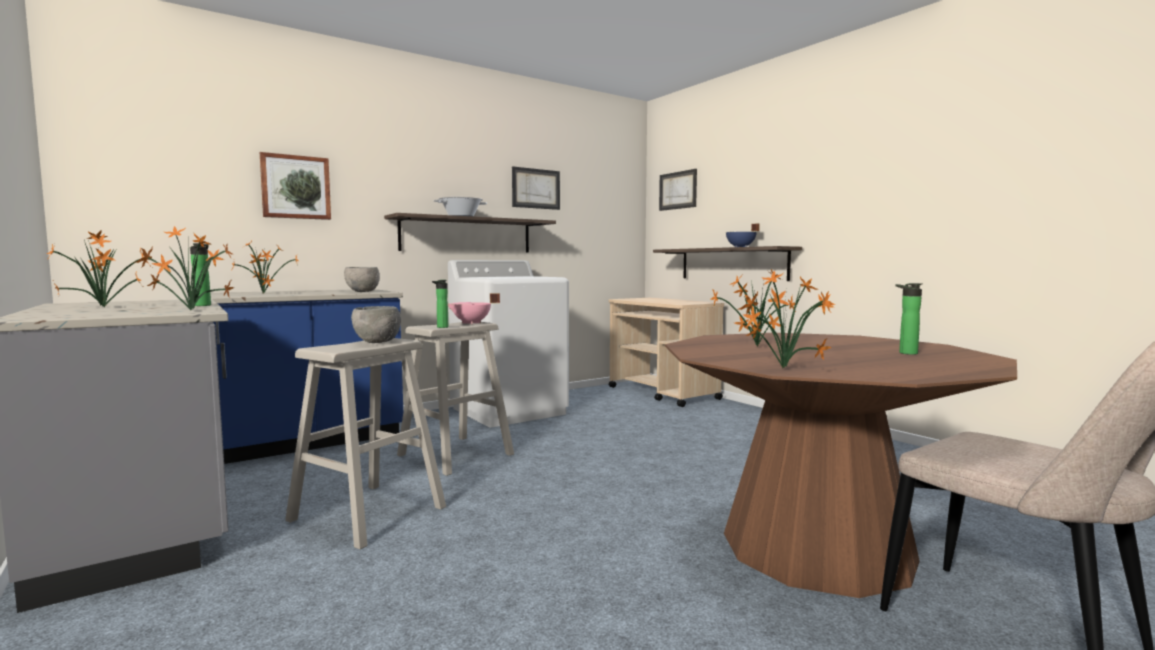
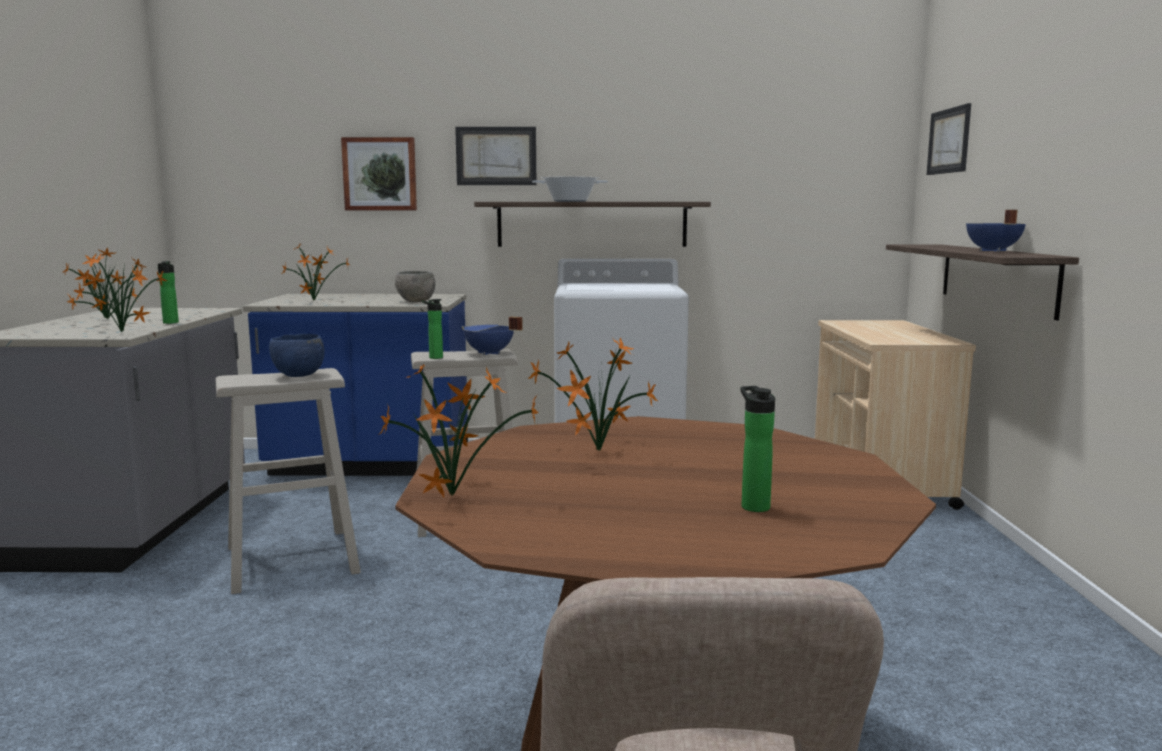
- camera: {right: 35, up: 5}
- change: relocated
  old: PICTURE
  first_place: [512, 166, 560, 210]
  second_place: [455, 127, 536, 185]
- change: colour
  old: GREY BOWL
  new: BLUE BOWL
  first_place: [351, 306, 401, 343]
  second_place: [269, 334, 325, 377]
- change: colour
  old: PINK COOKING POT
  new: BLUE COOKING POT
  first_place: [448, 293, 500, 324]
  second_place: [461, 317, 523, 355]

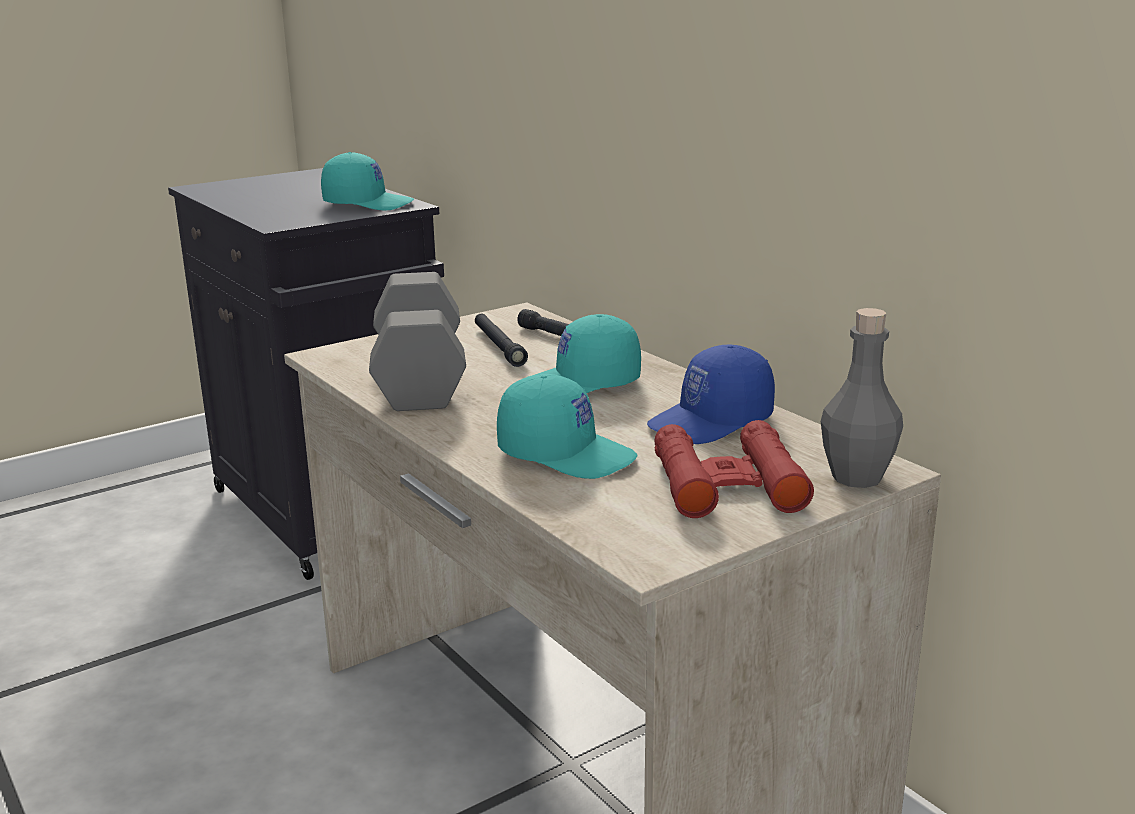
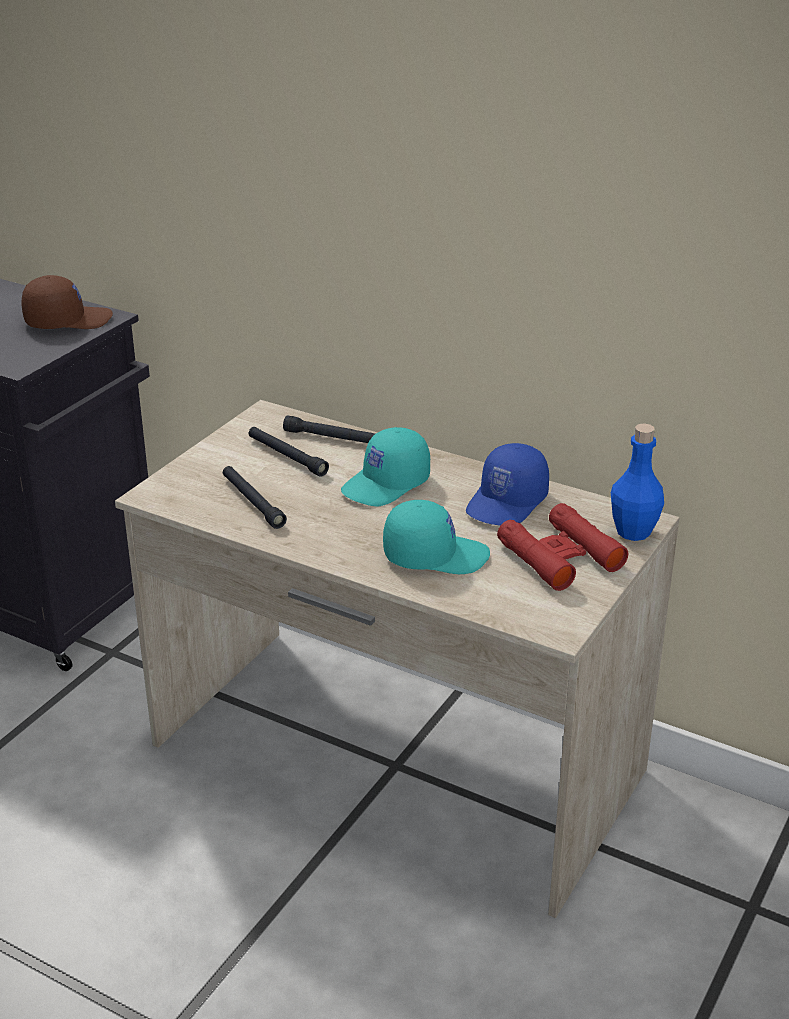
- camera: {right: -25, up: 10}
- change: exchanged
  old: GREY DUMBBELL
  new: BLACK FLASHLIGHT
  first_place: [369, 272, 466, 411]
  second_place: [223, 466, 287, 529]
- change: colour
  old: TURQUOISE CAP
  new: BROWN CAP
  first_place: [321, 152, 414, 210]
  second_place: [21, 275, 113, 329]
- change: colour
  old: GREY BOTTLE
  new: BLUE BOTTLE
  first_place: [821, 308, 903, 488]
  second_place: [611, 423, 664, 541]

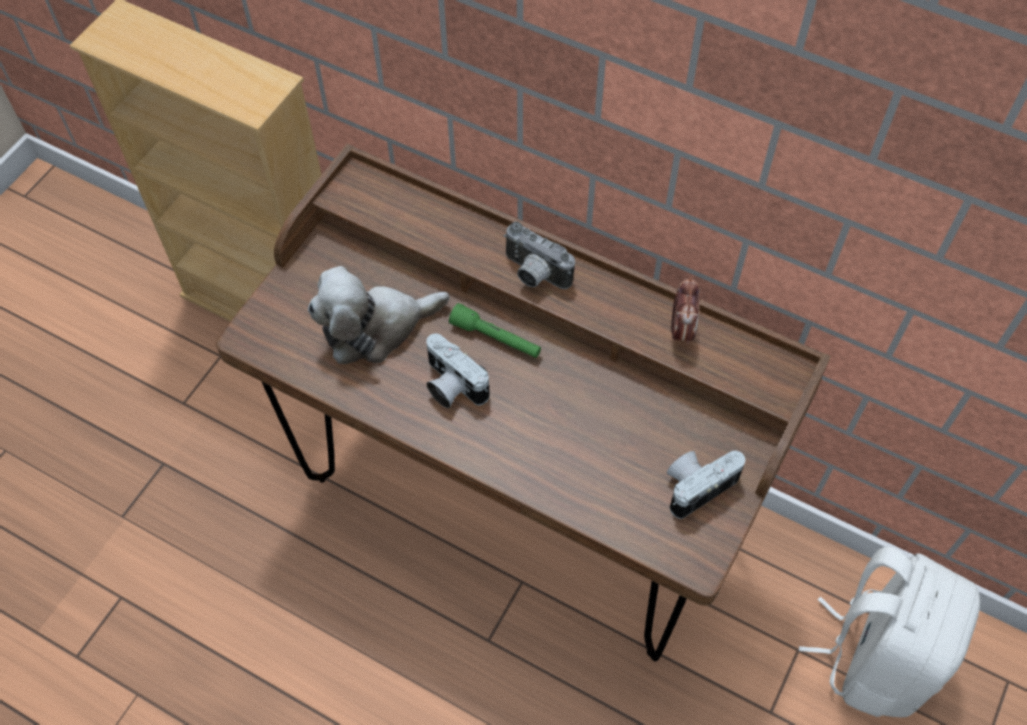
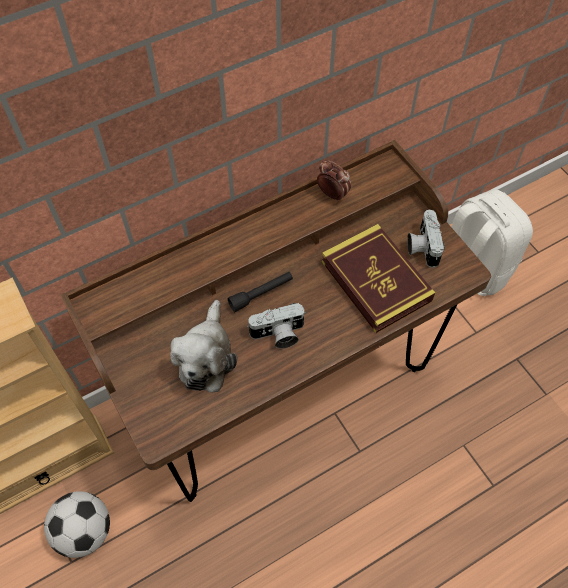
- camera: {right: -60, up: 0}
- change: missing
  old: PHOTO CAMERA
  first_place: [504, 221, 575, 289]
- change: appeared
  new: FOOTBALL
  second_place: [44, 491, 110, 558]
- change: appeared
  new: BOOK
  second_place: [321, 224, 435, 333]
- change: colour
  old: GREEN FLASHLIGHT
  new: BLACK FLASHLIGHT
  first_place: [449, 303, 541, 358]
  second_place: [227, 272, 293, 312]

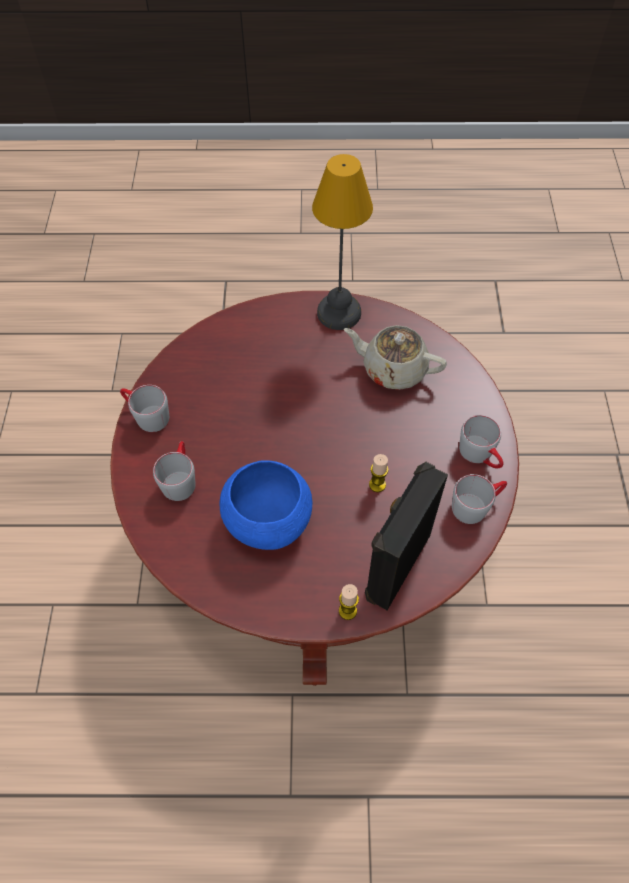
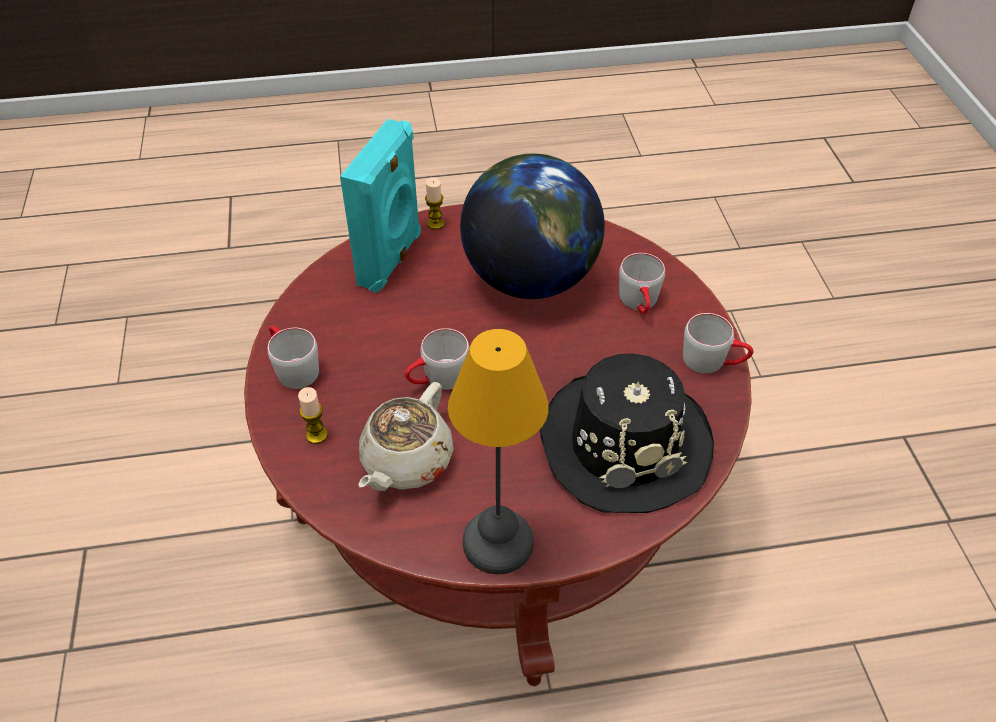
- camera: {right: 170, up: -10}
- change: appeared
  new: BLACK HAT
  second_place: [540, 353, 714, 513]
- change: relocated
  old: CANDLE
  first_place: [369, 454, 389, 492]
  second_place: [298, 387, 328, 444]
- change: relocated
  old: GREY MUG
  first_place: [452, 474, 507, 524]
  second_place: [405, 328, 470, 390]
- change: exchanged
  old: BLUE BOWL
  new: GLOBE
  first_place: [219, 460, 312, 550]
  second_place: [460, 153, 605, 299]
- change: colour
  old: BLACK SPEAKER
  new: TURQUOISE SPEAKER
  first_place: [365, 462, 448, 610]
  second_place: [340, 119, 421, 293]
- change: spun
  old: BEIGE TEAPOT
  first_place: [344, 325, 447, 390]
  second_place: [358, 382, 454, 491]
  degrees: 105

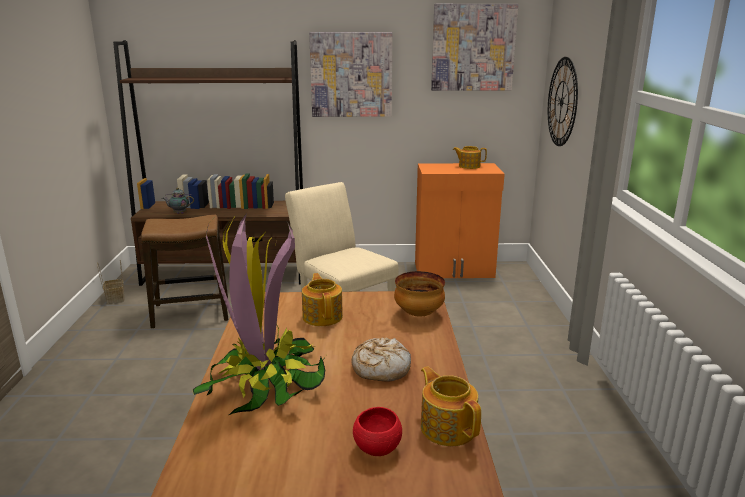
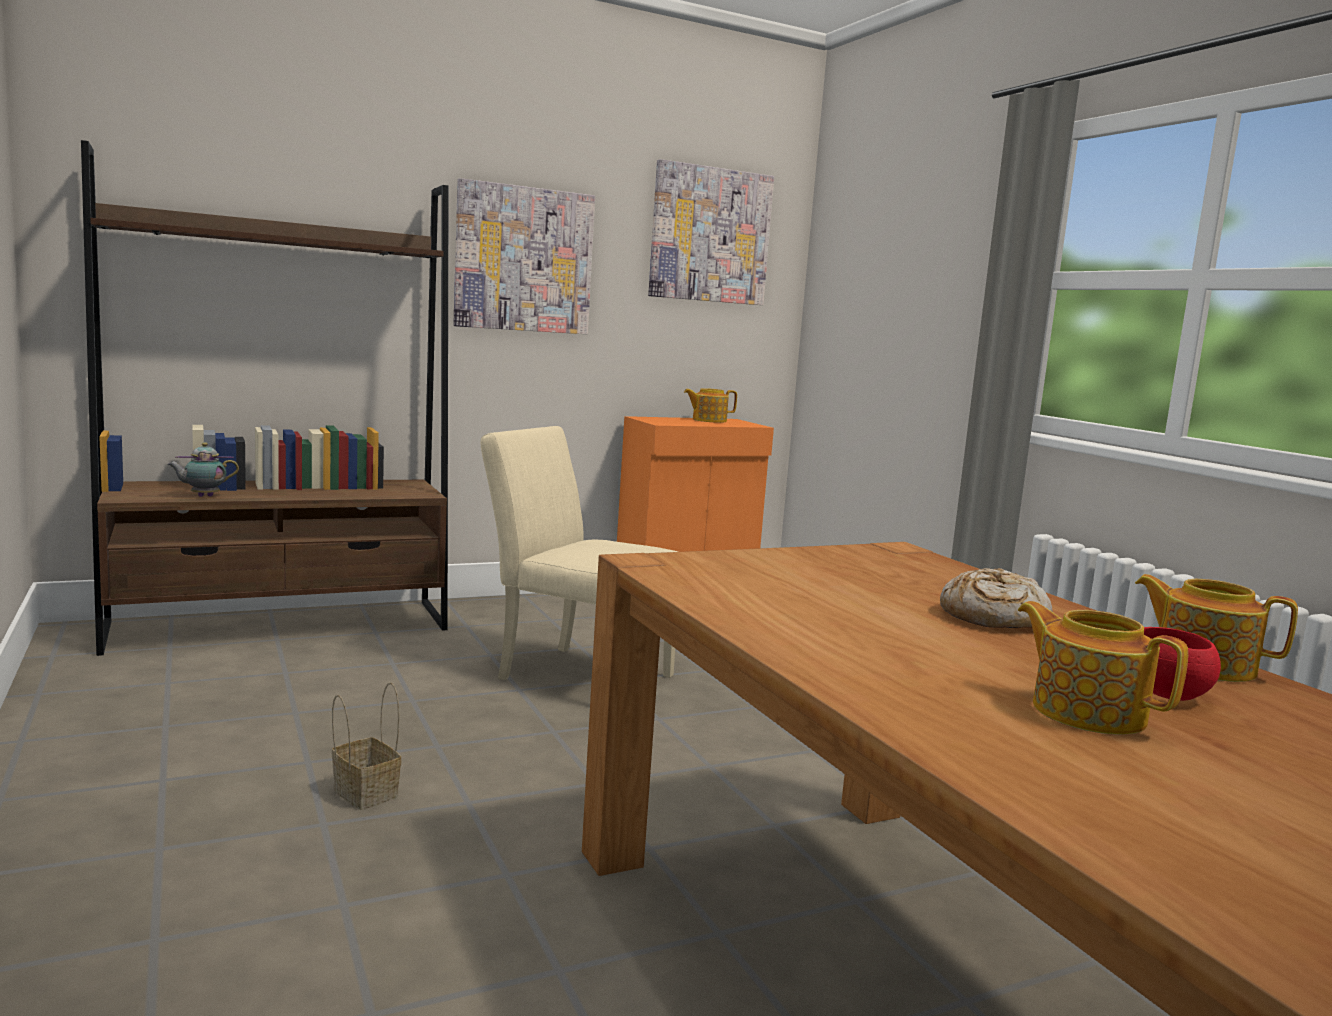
- camera: {right: -25, up: -10}
- change: missing
  old: STOOL
  first_place: [141, 215, 228, 329]
- change: missing
  old: POTTED PLANT
  first_place: [193, 213, 326, 415]
- change: missing
  old: BOWL
  first_place: [394, 271, 445, 317]
- change: missing
  old: WALL CLOCK
  first_place: [548, 57, 578, 146]
- change: relocated
  old: BASKET
  first_place: [97, 260, 124, 304]
  second_place: [332, 682, 401, 810]
- change: relocated
  old: TEAPOT
  first_place: [302, 273, 343, 326]
  second_place: [1018, 601, 1188, 735]

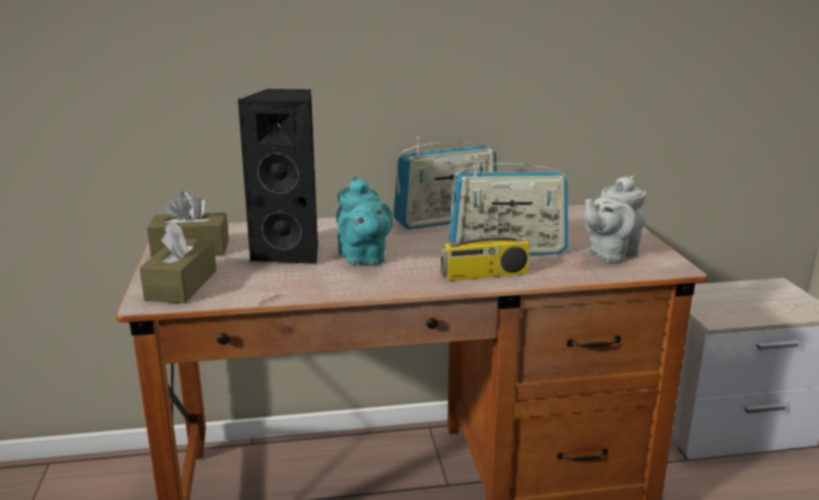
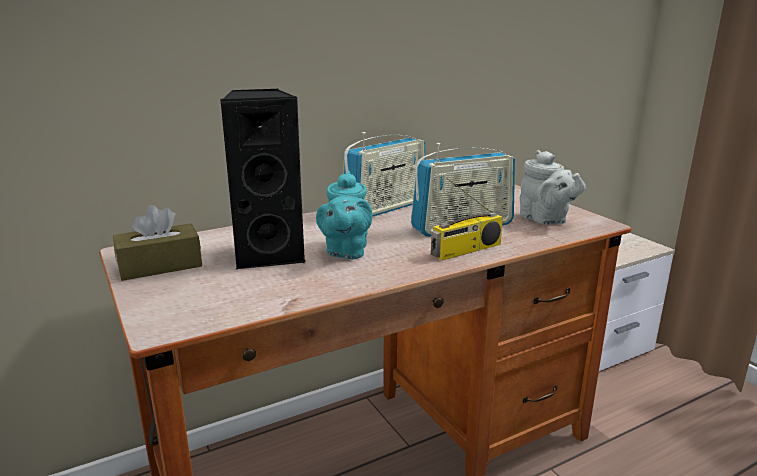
- camera: {right: -20, up: 0}
- change: missing
  old: BROWN TISSUE BOX
  first_place: [140, 220, 217, 303]
- change: spun
  old: TURQUOISE TEAPOT
  first_place: [336, 177, 393, 265]
  second_place: [316, 171, 373, 259]
  degrees: 45
- change: spun
  old: GREY TEAPOT
  first_place: [584, 176, 647, 263]
  second_place: [519, 150, 585, 225]
  degrees: -60

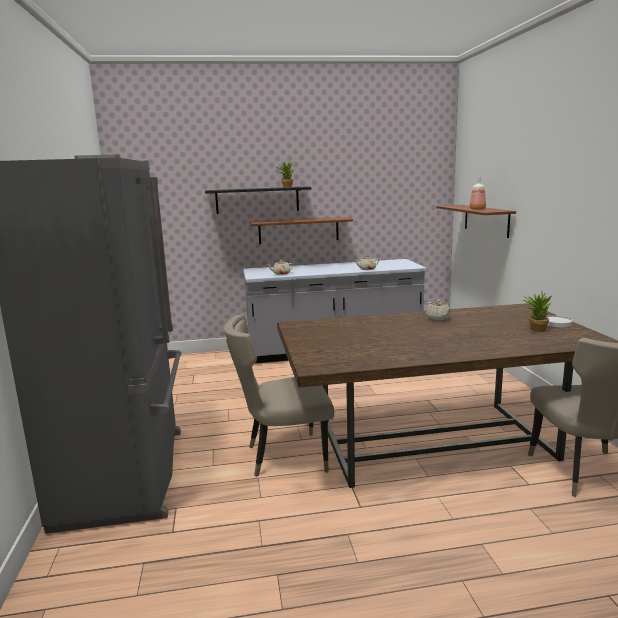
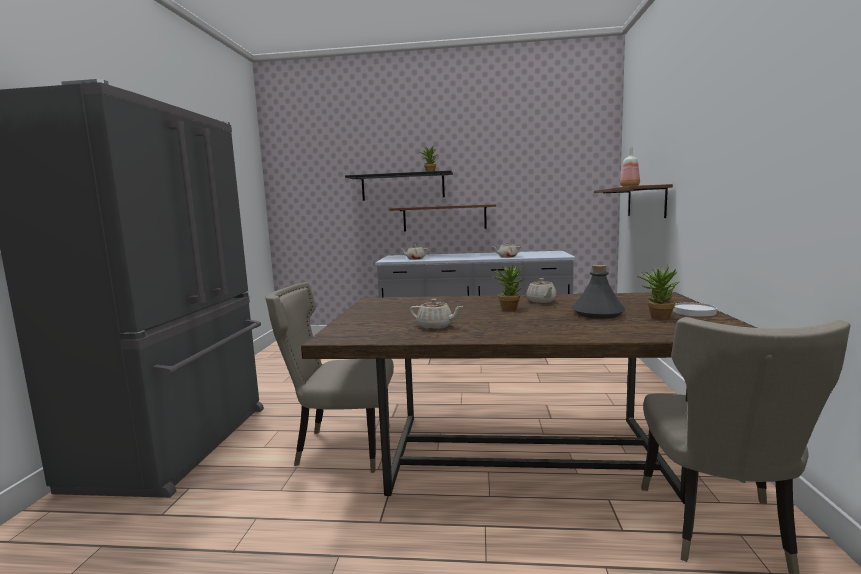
- camera: {right: 15, up: -5}
- change: appeared
  new: BEIGE TEAPOT
  second_place: [410, 299, 463, 329]
- change: appeared
  new: POTTED PLANT
  second_place: [493, 263, 525, 310]
- change: appeared
  new: GREY BOTTLE
  second_place: [572, 265, 625, 319]

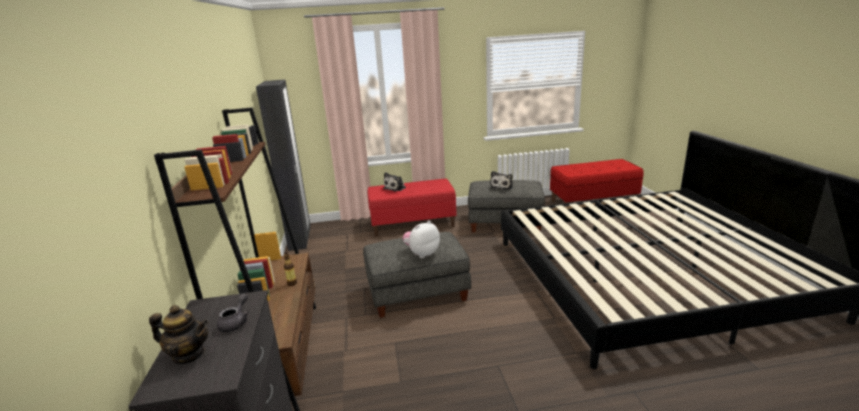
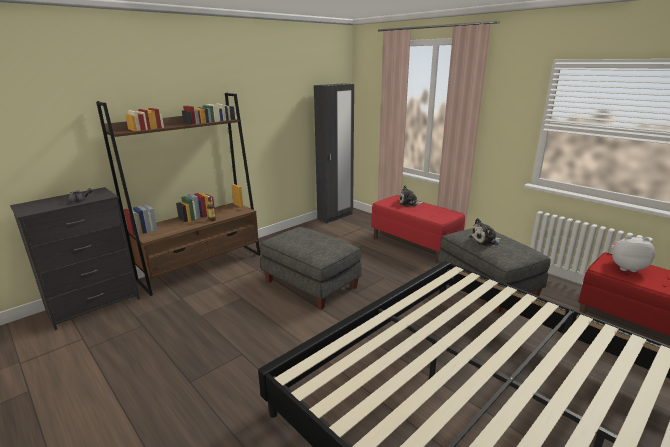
- camera: {right: 55, up: 0}
- change: missing
  old: TEAPOT
  first_place: [149, 305, 209, 364]
- change: relocated
  old: PLUSH TOY
  first_place: [403, 220, 440, 258]
  second_place: [611, 236, 655, 272]

